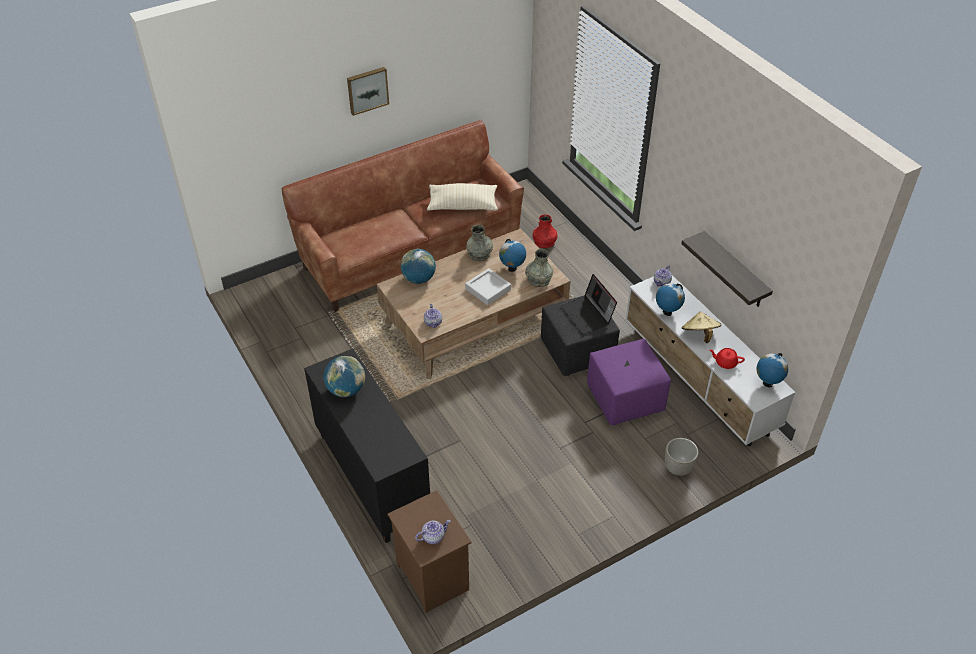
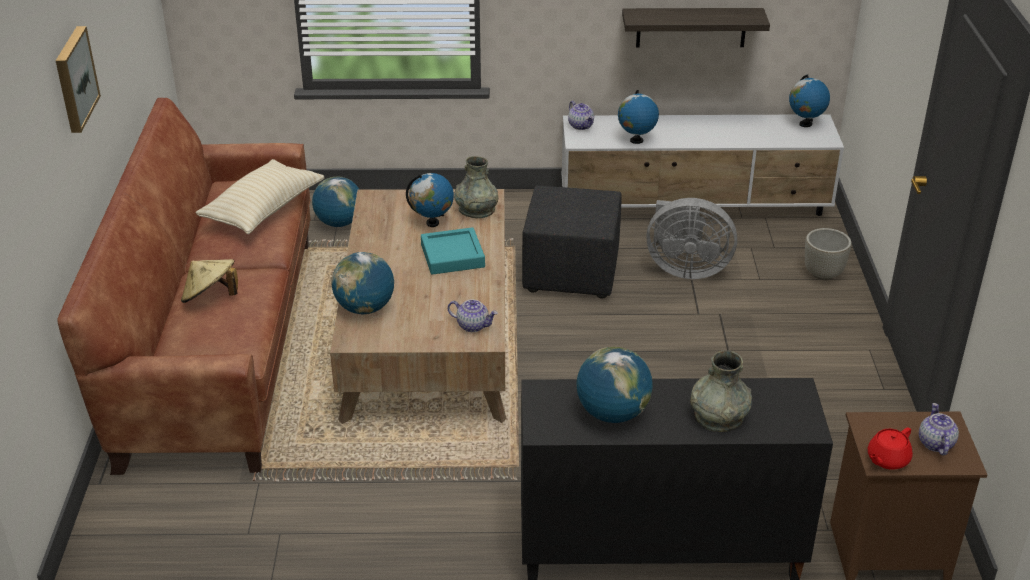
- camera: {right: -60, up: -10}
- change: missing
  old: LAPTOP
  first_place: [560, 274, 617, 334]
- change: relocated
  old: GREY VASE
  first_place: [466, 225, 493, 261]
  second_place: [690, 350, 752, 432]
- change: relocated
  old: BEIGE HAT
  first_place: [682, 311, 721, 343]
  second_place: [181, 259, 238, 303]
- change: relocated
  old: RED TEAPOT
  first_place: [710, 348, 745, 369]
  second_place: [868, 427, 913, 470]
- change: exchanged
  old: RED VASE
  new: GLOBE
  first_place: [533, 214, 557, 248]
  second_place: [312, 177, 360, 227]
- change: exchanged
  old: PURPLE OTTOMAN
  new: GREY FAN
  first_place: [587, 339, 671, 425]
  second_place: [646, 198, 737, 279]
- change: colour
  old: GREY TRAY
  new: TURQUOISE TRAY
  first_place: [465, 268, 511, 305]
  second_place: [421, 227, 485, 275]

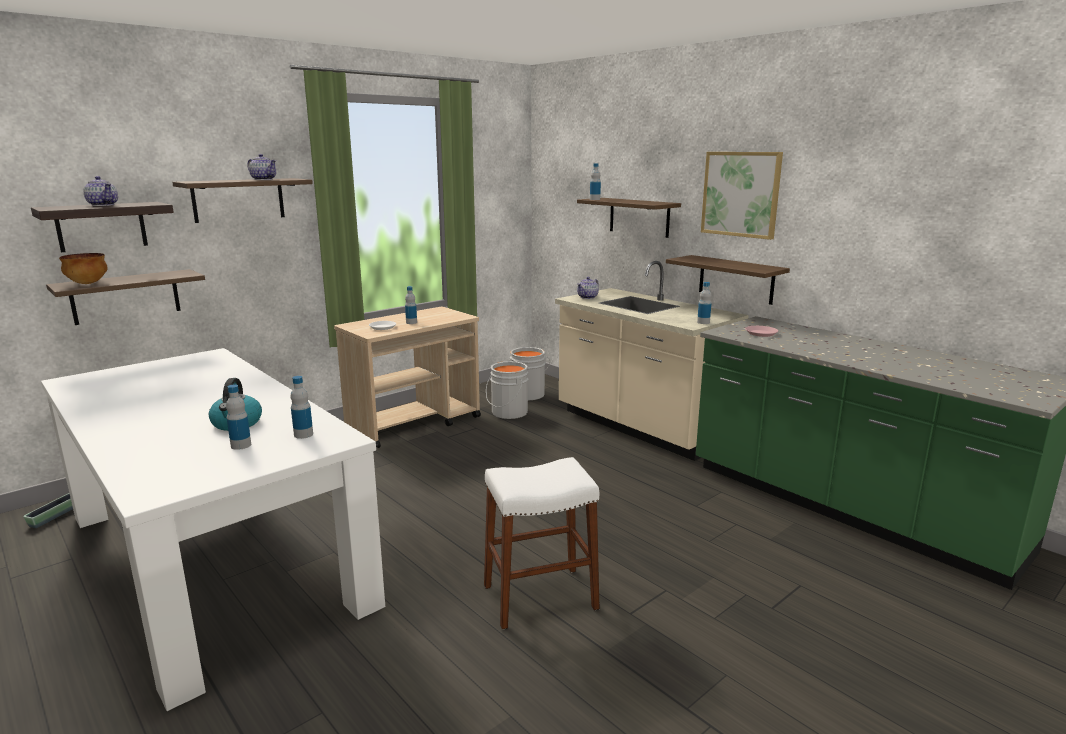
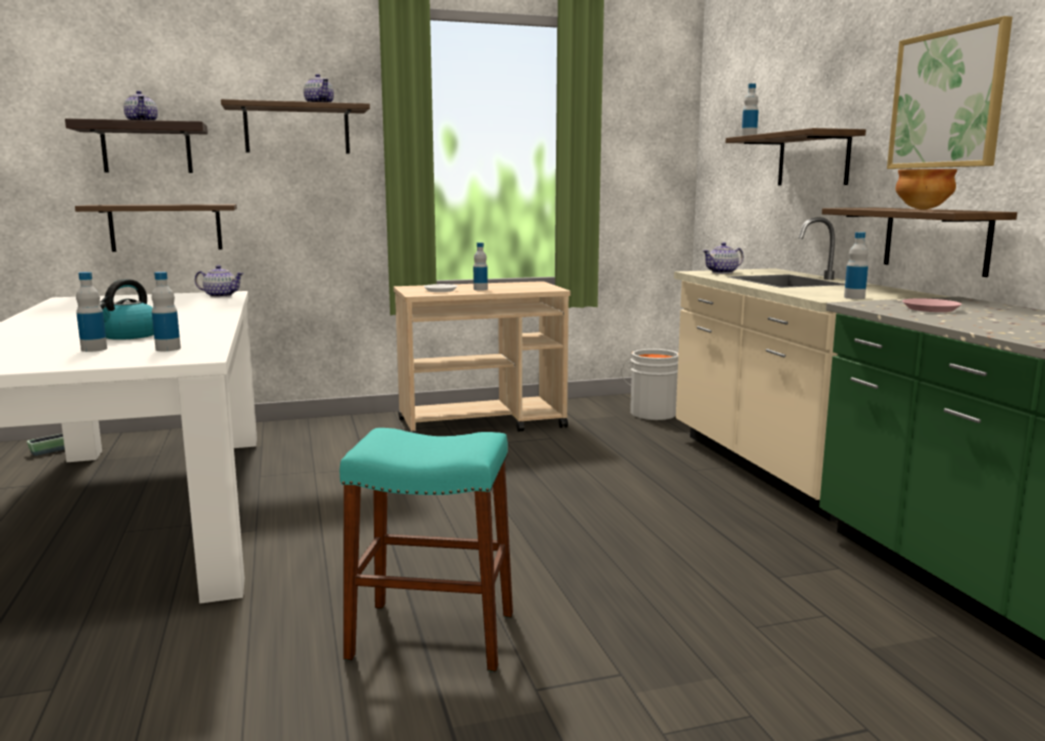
- camera: {right: 25, up: -5}
- change: missing
  old: GREY BUCKET
  first_place: [486, 361, 529, 419]
- change: appeared
  new: TEAPOT
  second_place: [195, 265, 244, 297]
- change: relocated
  old: BOWL
  first_place: [59, 253, 108, 284]
  second_place: [896, 169, 957, 210]
- change: colour
  old: WHITE STOOL
  new: TURQUOISE STOOL
  first_place: [484, 457, 599, 630]
  second_place: [340, 428, 513, 672]

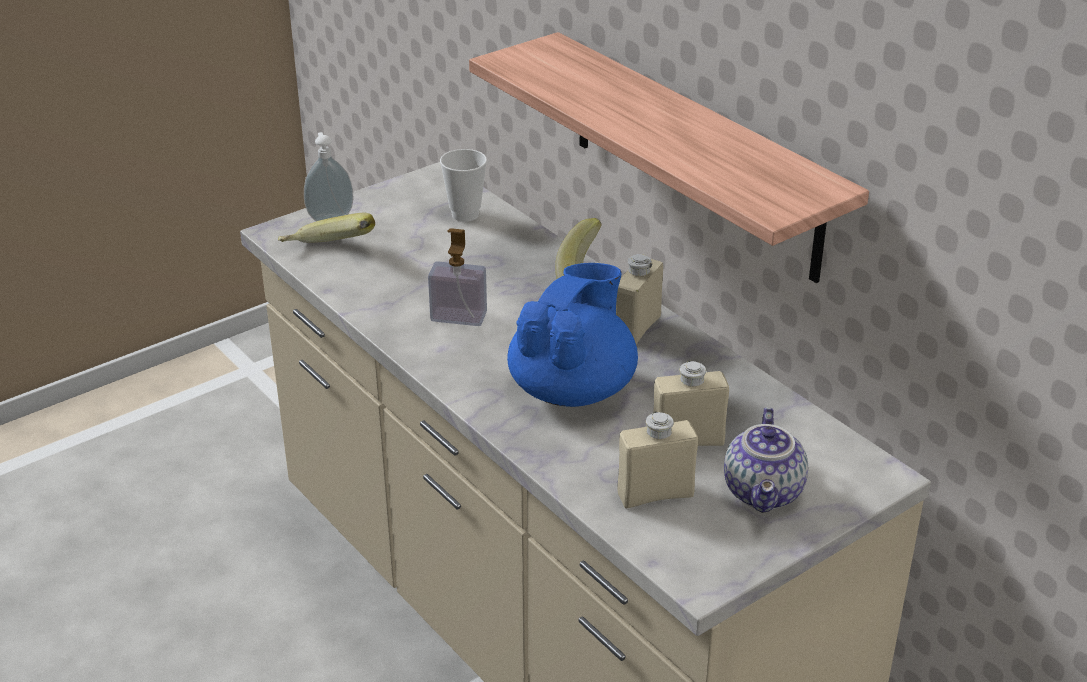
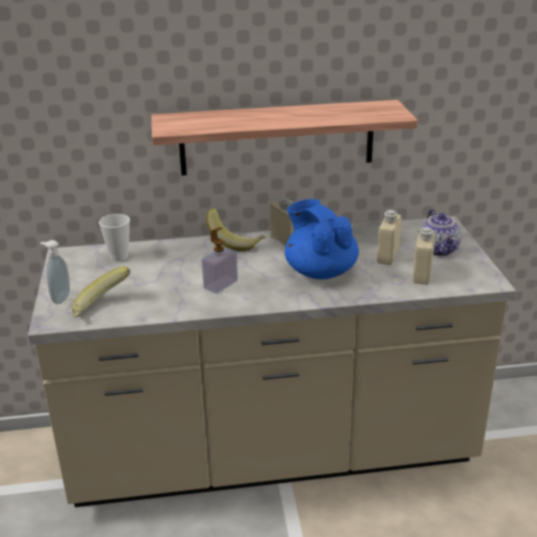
- camera: {right: -60, up: -5}
- change: spun
  old: TEAPOT
  first_place: [724, 407, 808, 513]
  second_place: [420, 209, 461, 256]
  degrees: 45

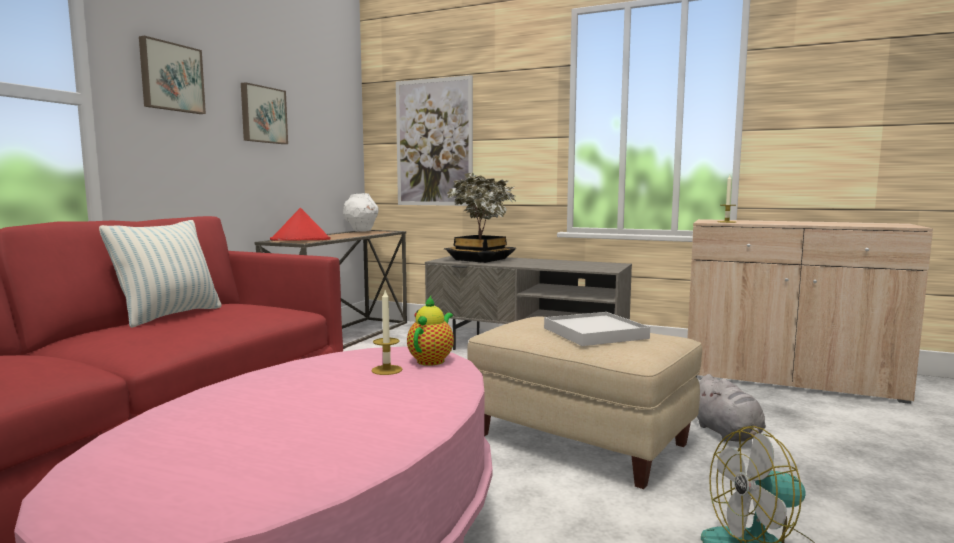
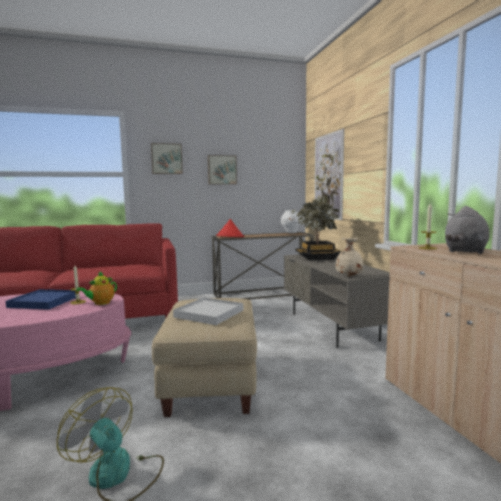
- camera: {right: 50, up: 0}
- change: missing
  old: PILLOW
  first_place: [99, 220, 222, 328]
- change: appeared
  new: BLUE TRAY
  second_place: [6, 289, 76, 310]
- change: appeared
  new: BEIGE VASE
  second_place: [336, 238, 363, 277]
- change: relocated
  old: GREY PLUSH TOY
  first_place: [697, 374, 766, 442]
  second_place: [445, 206, 489, 254]
- change: spun
  old: TEAPOT
  first_place: [407, 296, 454, 366]
  second_place: [76, 271, 117, 305]
  degrees: 150

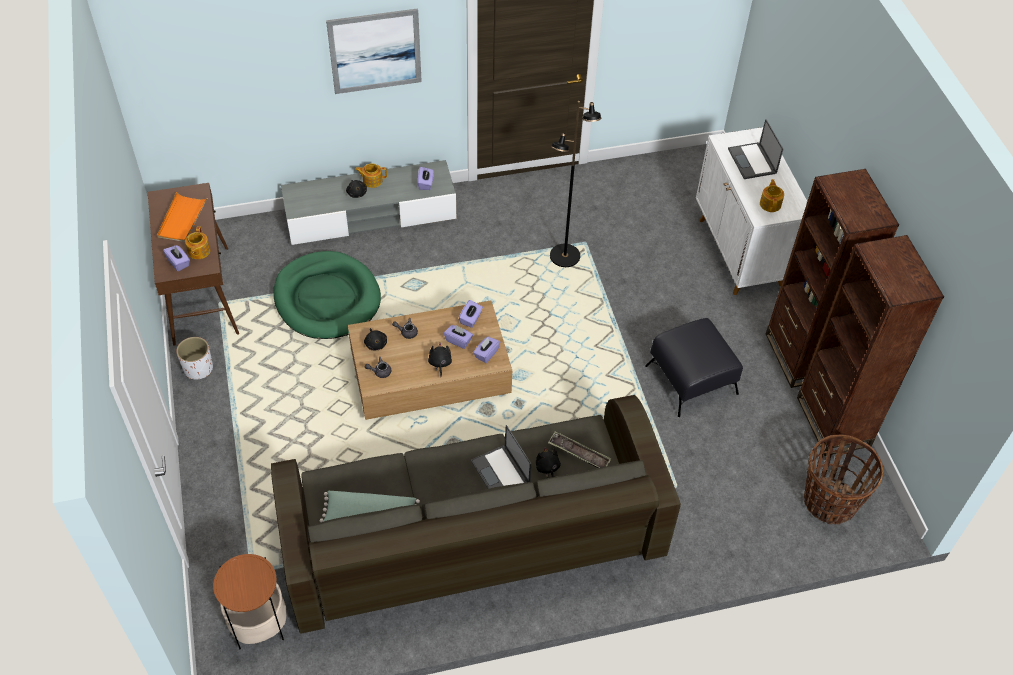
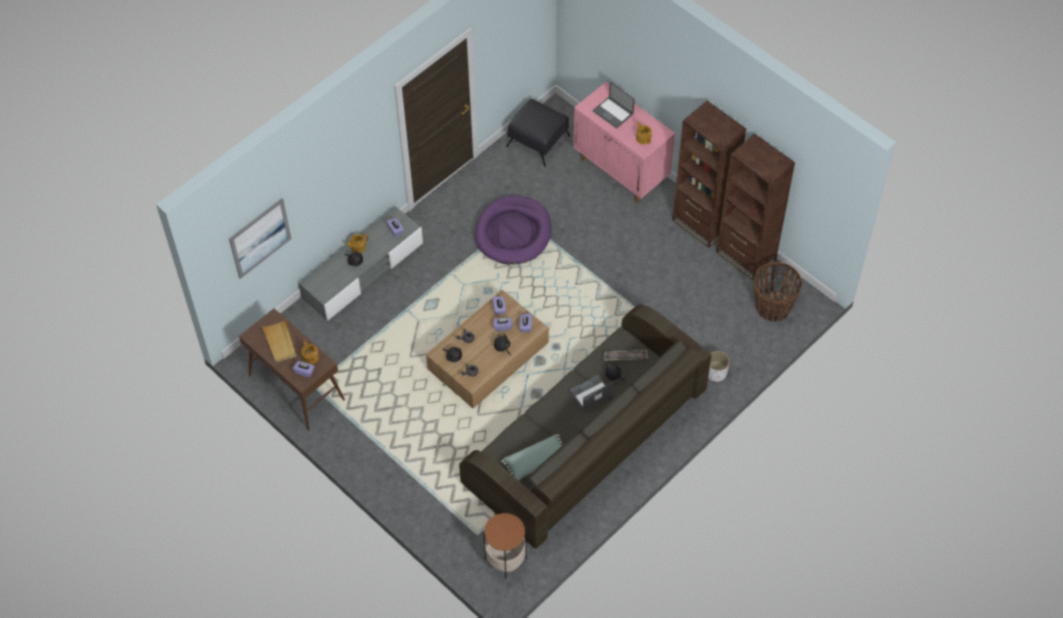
- camera: {right: -30, up: 5}
- change: missing
  old: GREEN DOG BED
  first_place: [274, 251, 381, 339]
- change: relocated
  old: WHITE PLANTER
  first_place: [176, 337, 213, 380]
  second_place: [708, 351, 730, 382]
- change: relocated
  old: PICTURE
  first_place: [326, 8, 422, 94]
  second_place: [229, 198, 291, 279]
- change: relocated
  old: BLACK OTTOMAN
  first_place: [645, 318, 743, 417]
  second_place: [506, 99, 570, 167]
- change: exchanged
  old: BLACK FLOOR LAMP
  new: PURPLE DOG BED
  first_place: [550, 101, 601, 267]
  second_place: [475, 196, 551, 265]
- change: colour
  old: ORANGE TRAY
  new: BEIGE TRAY
  first_place: [157, 192, 208, 242]
  second_place: [261, 319, 297, 363]
- change: colour
  old: WHITE CABINET
  new: PINK CABINET
  first_place: [696, 127, 807, 295]
  second_place: [573, 82, 675, 203]
- change: spun
  old: LAPTOP
  first_place: [471, 425, 532, 489]
  second_place: [569, 374, 613, 410]
  degrees: 120

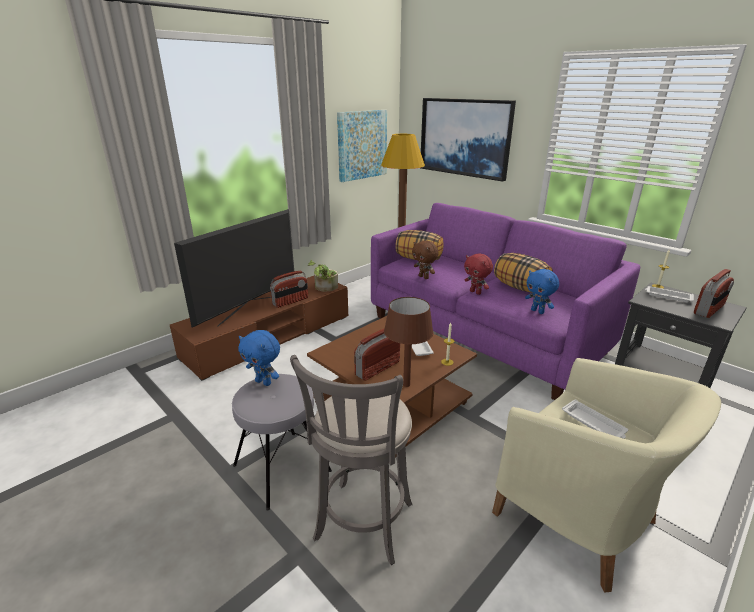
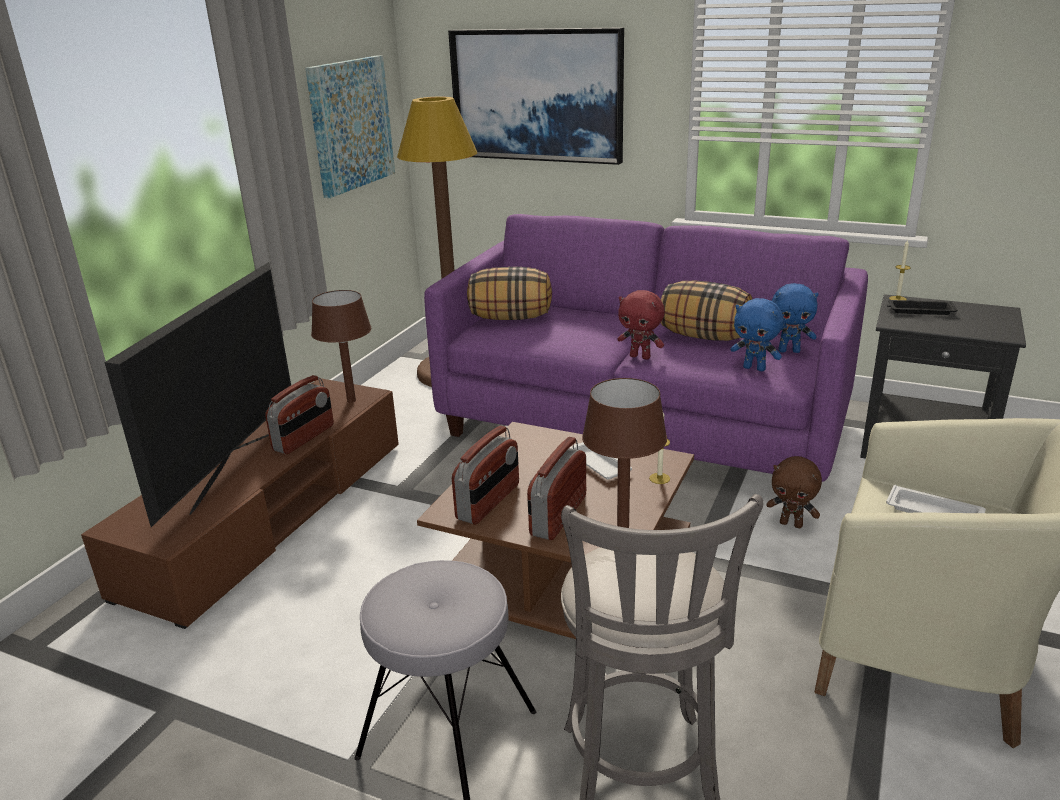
- camera: {right: -20, up: 0}
- change: relocated
  old: BLUE PLUSH TOY
  first_place: [238, 330, 280, 386]
  second_place: [772, 283, 819, 353]
- change: relocated
  old: BROWN PLUSH TOY
  first_place: [412, 240, 439, 279]
  second_place: [766, 456, 822, 528]
- change: relocated
  old: RADIO
  first_place: [694, 269, 734, 318]
  second_place: [452, 425, 519, 524]
- change: exchanged
  old: POTTED PLANT
  new: BROWN TABLE LAMP
  first_place: [308, 260, 338, 292]
  second_place: [311, 290, 371, 403]
- change: colour
  old: WHITE TRAY
  new: BLACK TRAY
  first_place: [645, 286, 694, 302]
  second_place: [887, 300, 957, 315]

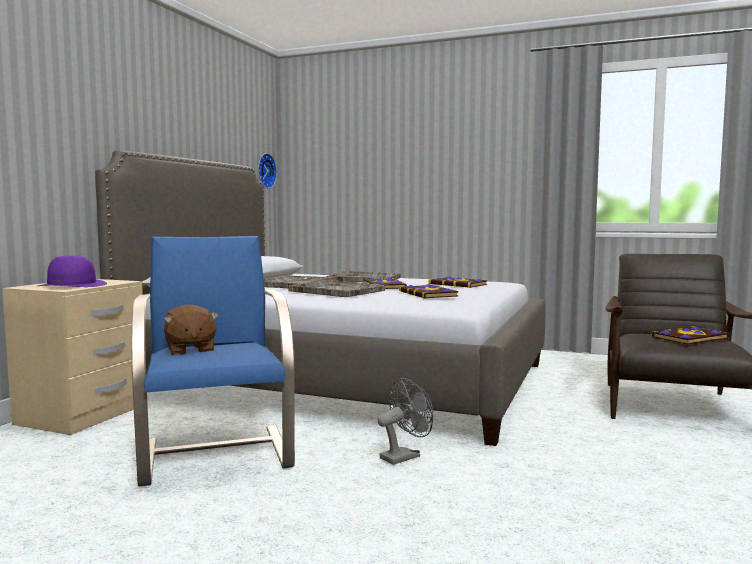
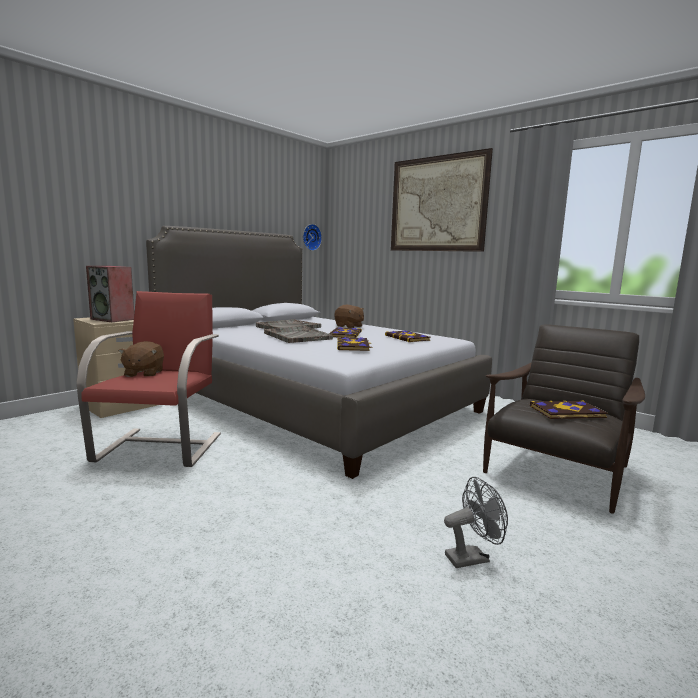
- camera: {right: 20, up: 5}
- change: appeared
  new: PICTURE
  second_place: [391, 148, 493, 252]
- change: relocated
  old: GREY FAN
  first_place: [378, 378, 433, 465]
  second_place: [444, 477, 508, 568]
- change: exchanged
  old: PURPLE HAT
  new: SPEAKER
  first_place: [38, 256, 107, 287]
  second_place: [86, 266, 134, 322]
- change: exchanged
  old: GREY TRAY
  new: BROWN PLUSH TOY
  first_place: [326, 271, 401, 282]
  second_place: [334, 305, 364, 328]
- change: colour
  old: BLUE ARMCHAIR
  new: RED ARMCHAIR
  first_place: [131, 236, 295, 487]
  second_place: [77, 291, 221, 467]

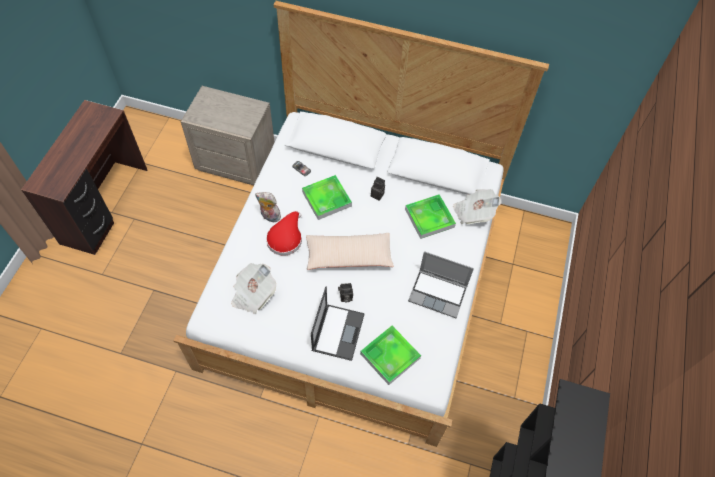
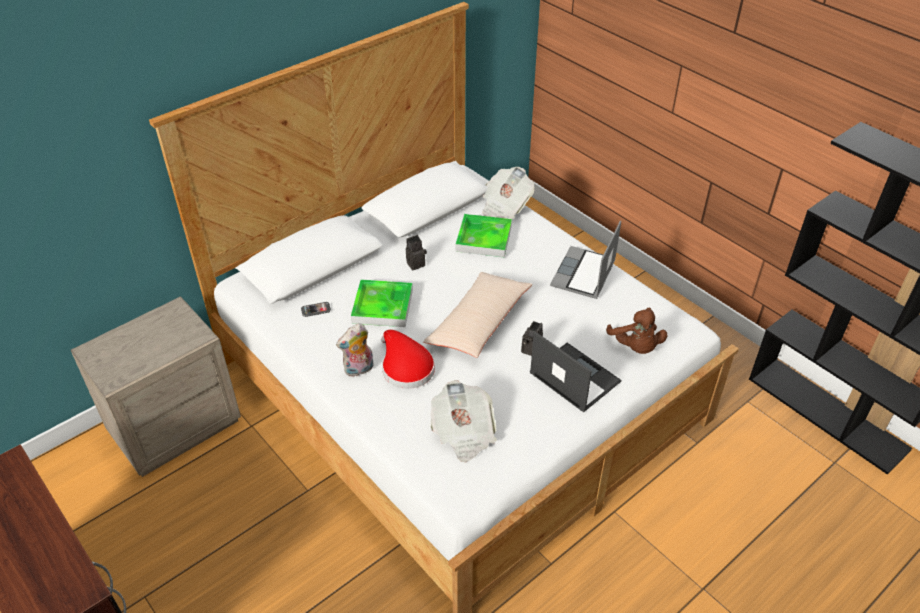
- camera: {right: -55, up: -15}
- change: exchanged
  old: TRAY
  new: BROWN PLUSH TOY
  first_place: [360, 326, 421, 385]
  second_place: [606, 308, 667, 354]
- change: spun
  old: LAPTOP
  first_place: [408, 251, 474, 318]
  second_place: [550, 221, 621, 299]
  degrees: 150

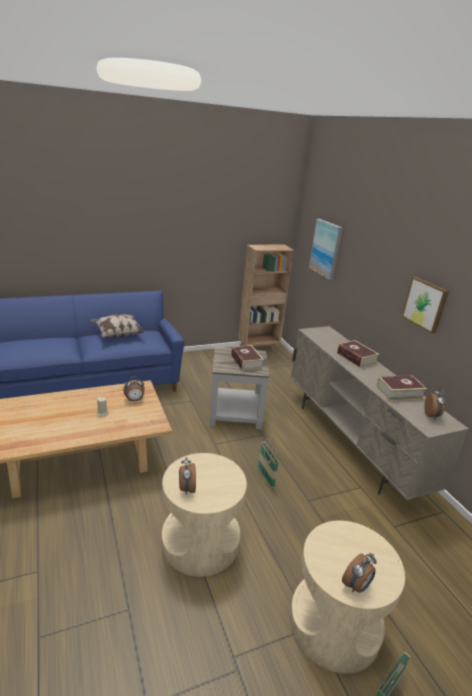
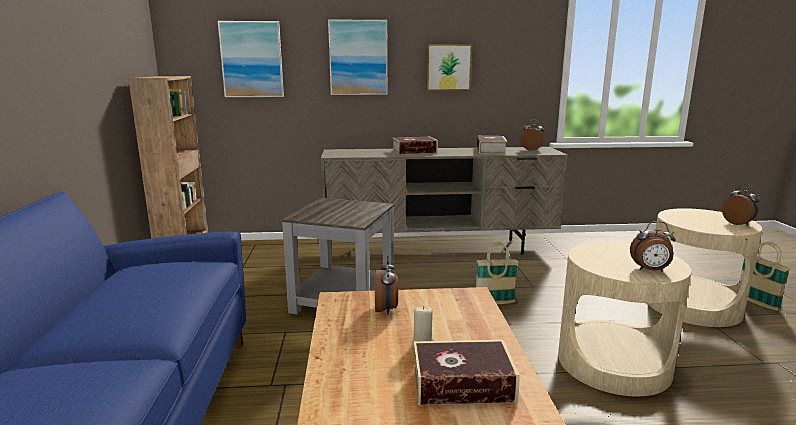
- camera: {right: -70, up: -10}
- change: missing
  old: PILLOW
  first_place: [91, 314, 145, 337]
- change: appeared
  new: PICTURE
  second_place: [328, 19, 388, 95]
- change: relocated
  old: BOOK
  first_place: [231, 345, 264, 371]
  second_place: [413, 340, 520, 405]

